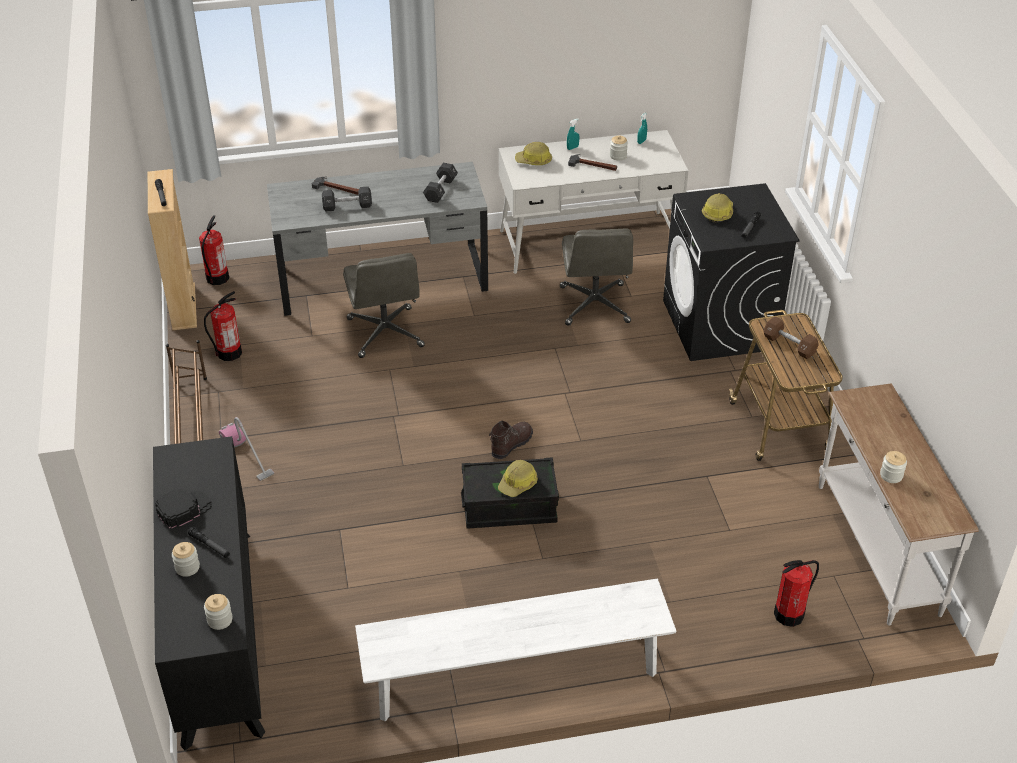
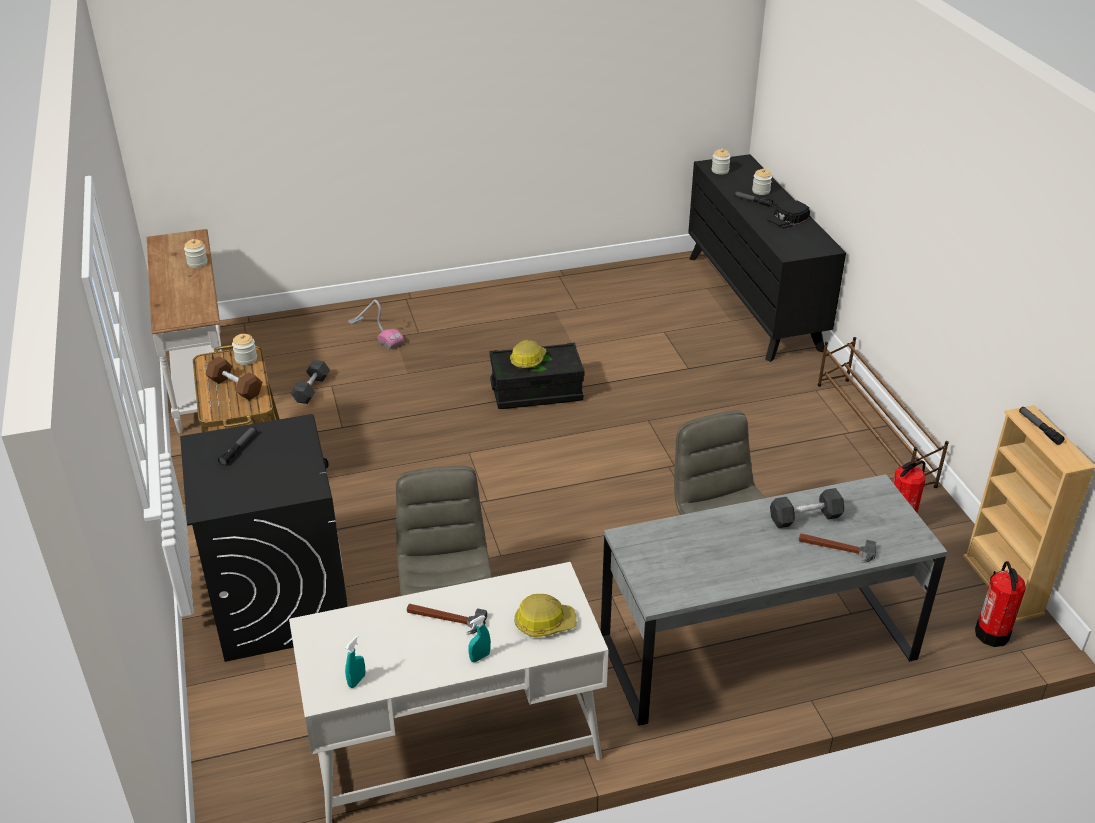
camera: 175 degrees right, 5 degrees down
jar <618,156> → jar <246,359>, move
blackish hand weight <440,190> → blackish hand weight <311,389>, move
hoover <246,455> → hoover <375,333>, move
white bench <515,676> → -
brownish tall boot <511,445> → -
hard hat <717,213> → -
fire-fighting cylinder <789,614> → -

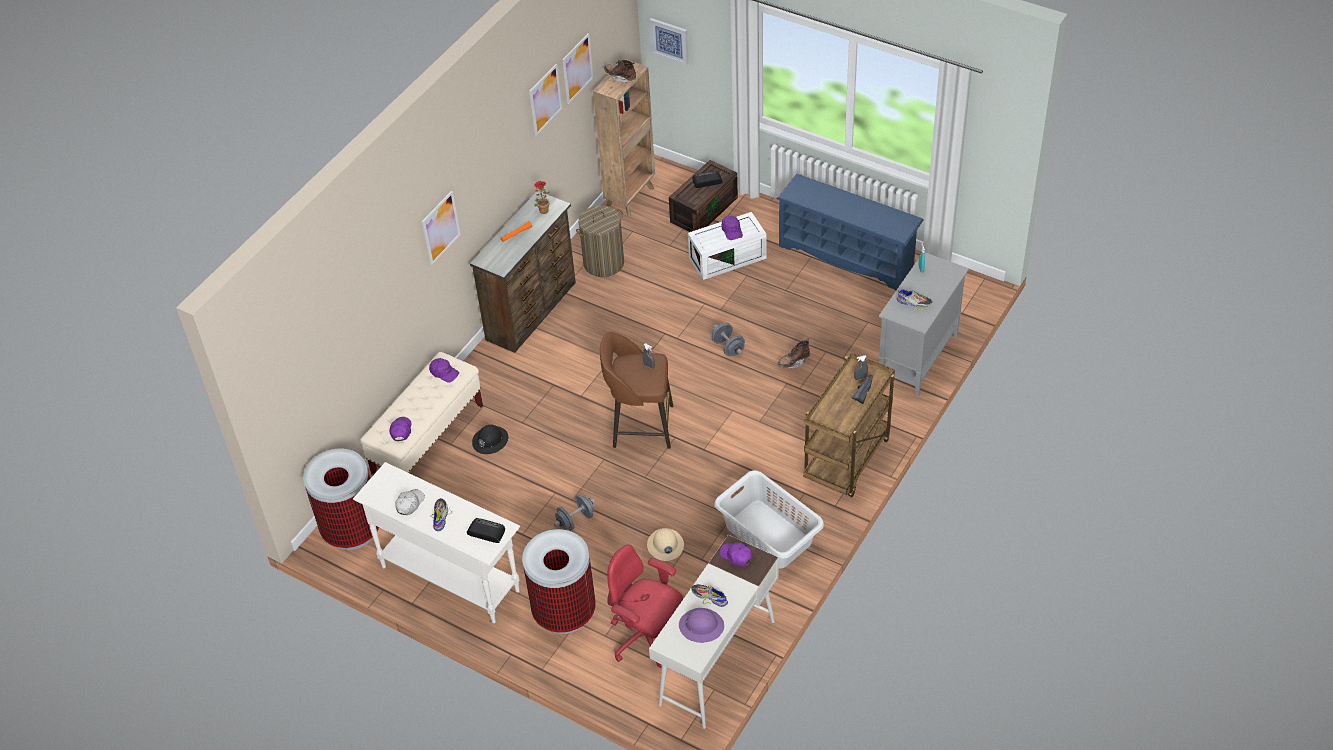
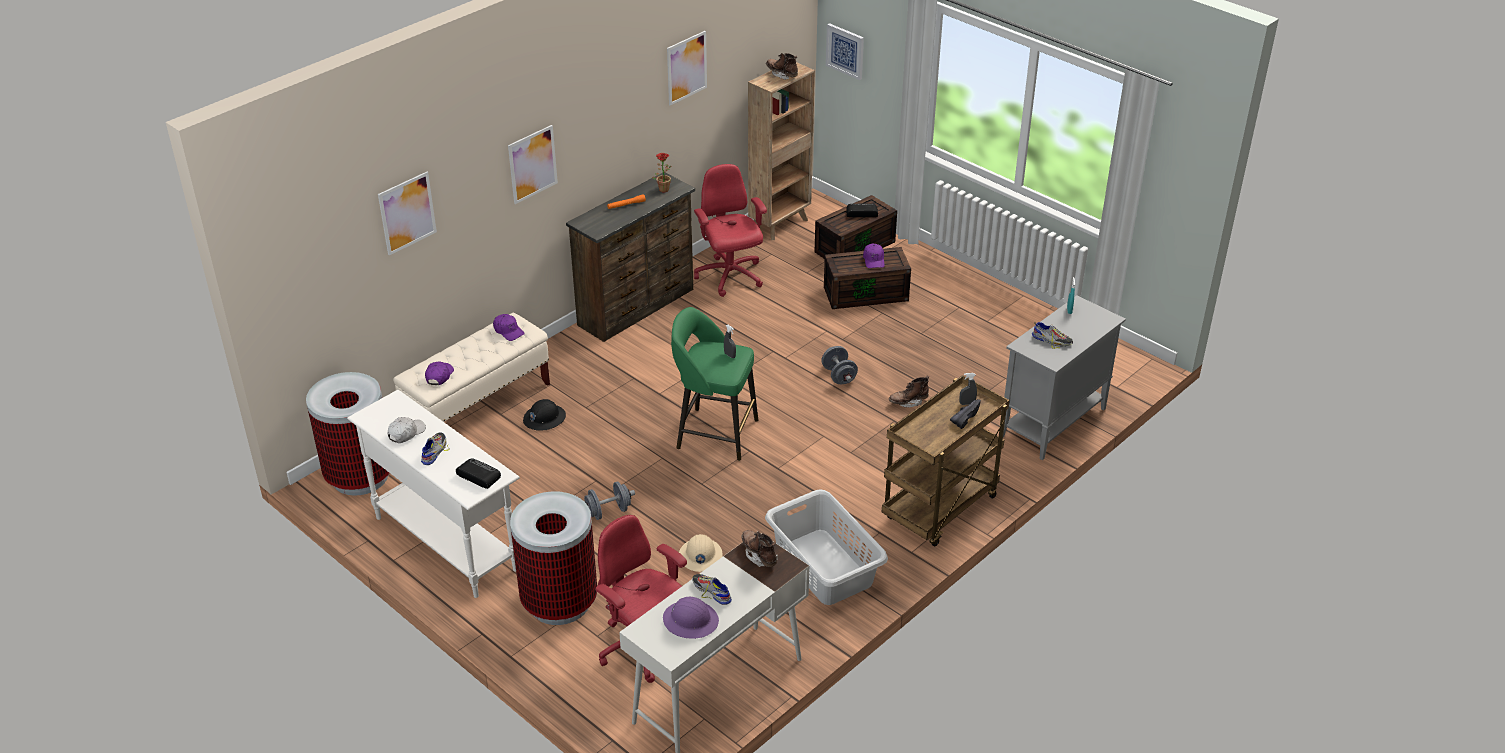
camera: 10 degrees right, 10 degrees down
picture <577,68> → picture <407,213>, move
brownish sitting stool <640,426> → green-coloured sitting stool <714,433>
hamper <604,263> → red computer chair <730,277>
purplish peaked cap <736,556> → brownish tall boot <759,555>
white storage box <728,257> → brownish storage box <866,293>
blue shoe shelf <848,256> → -

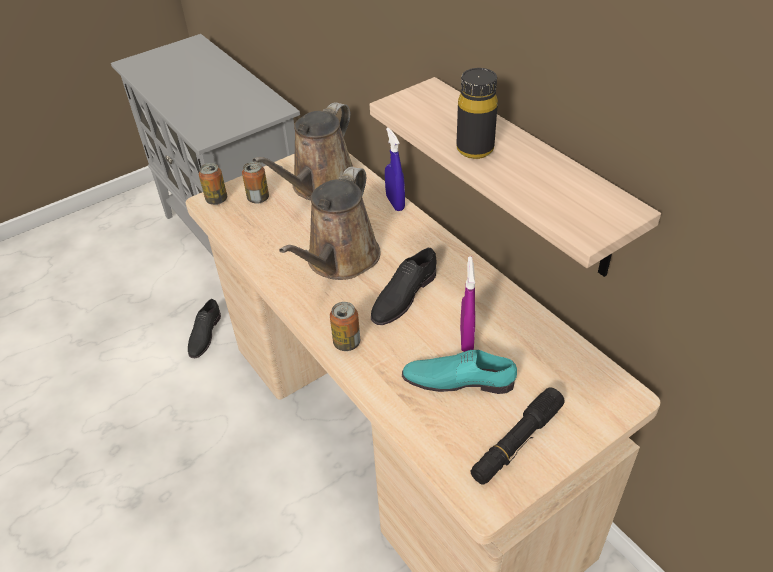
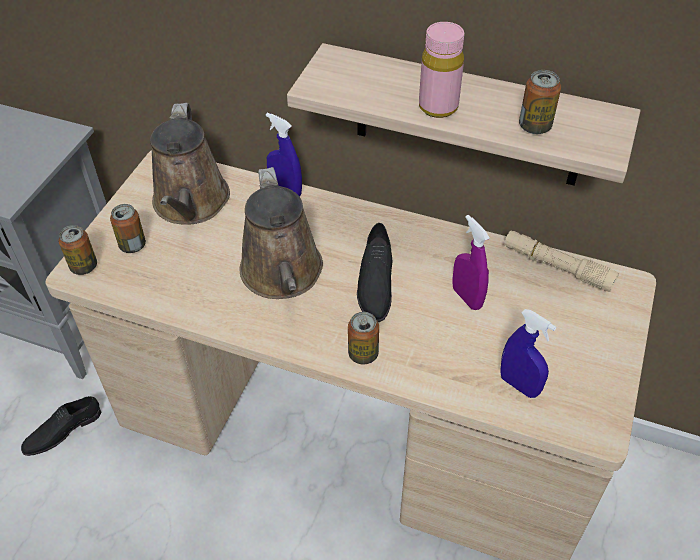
camera: 35 degrees left, 5 degrees up
blackish shoe <204,334> → blackish shoe <62,430>, 75 degrees clockwise
blackish beverage bottle <475,149> → pink beverage bottle <438,107>
- → blue spray bottle <519,385>
- → beige hand torch <557,267>
- → sealed can <535,126>
turquoise shoe <458,379> → -
blackish hand torch <516,442> → -

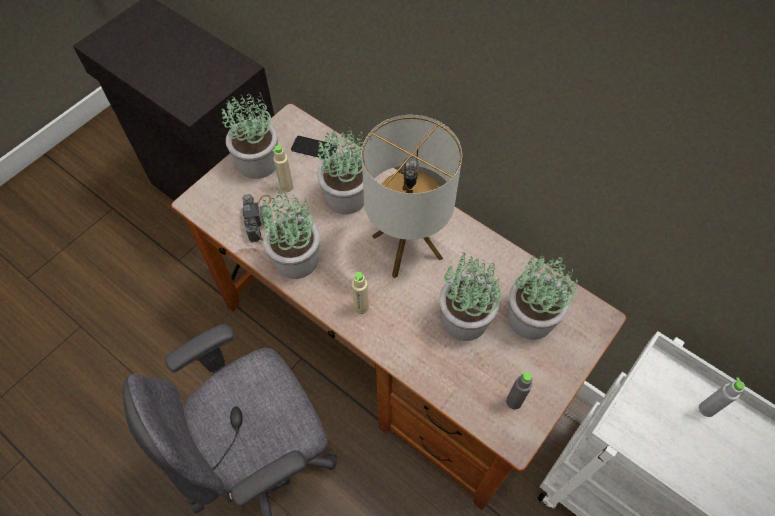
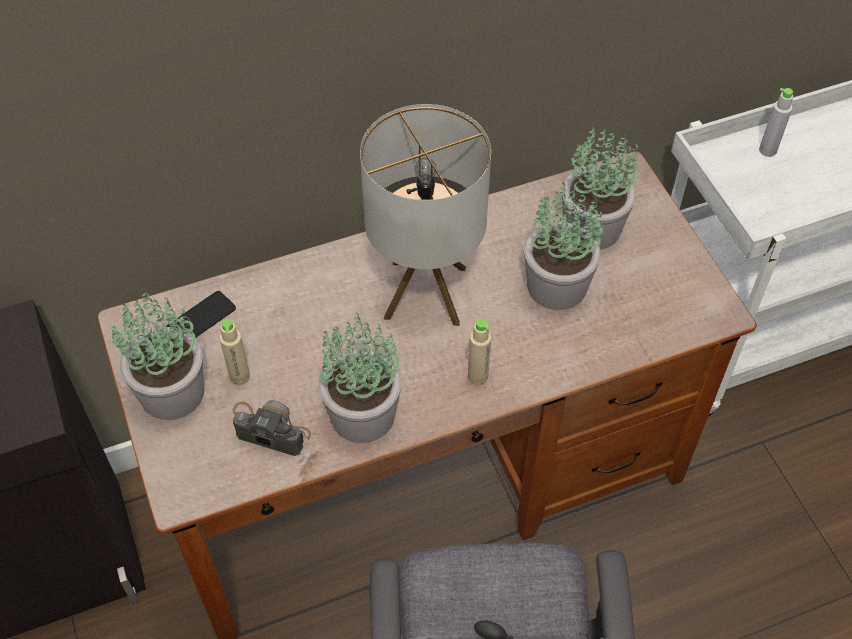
camera: 60 degrees left, 5 degrees down
potted plant <346,198> → -
gray beverage bottle <514,401> → -

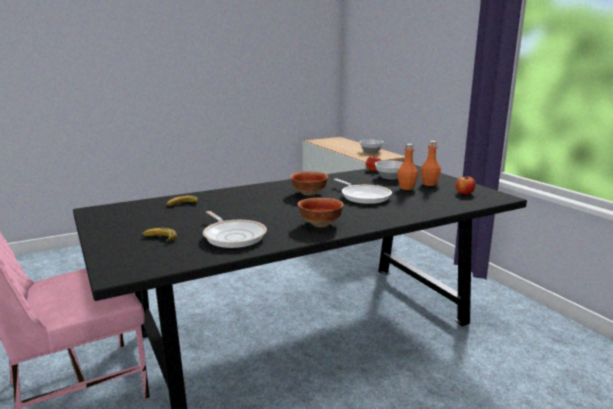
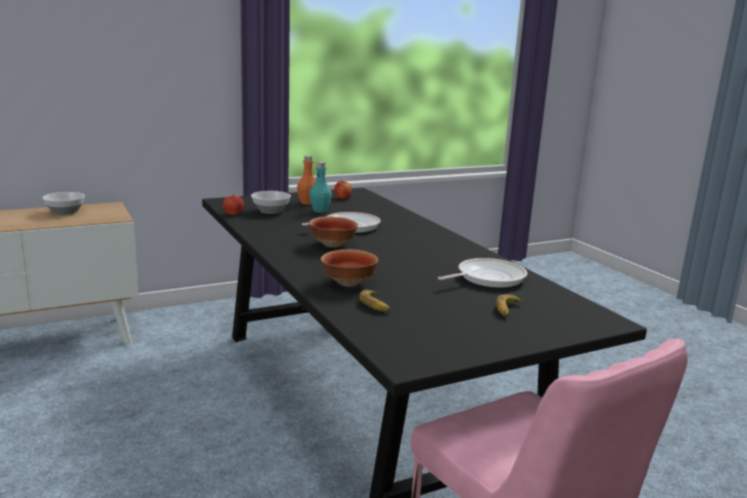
camera: 90 degrees left, 0 degrees up
orange-coloured beverage bottle <406,188> → turquoise beverage bottle <320,211>
deep dish <319,224> → deep dish <348,283>, move

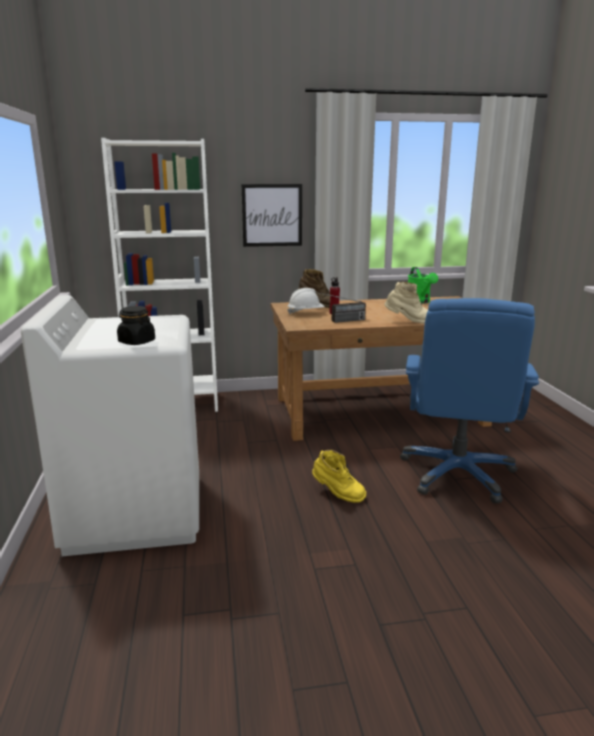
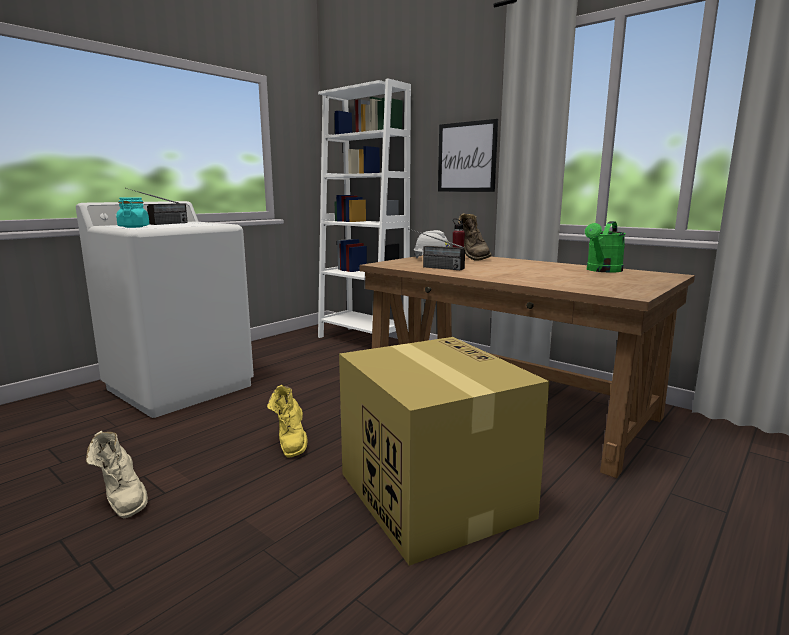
camera: 50 degrees right, 5 degrees down
beige tall boot <408,322> → beige tall boot <123,499>, move
blackish jar <136,342> → turquoise jar <134,227>
- → radio <160,224>
blue computer chair <457,474> → carton <431,493>

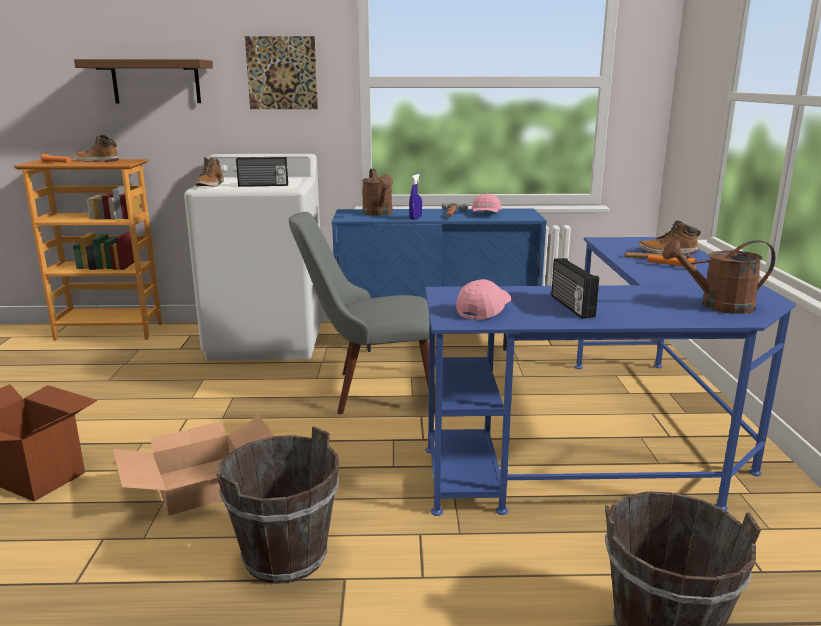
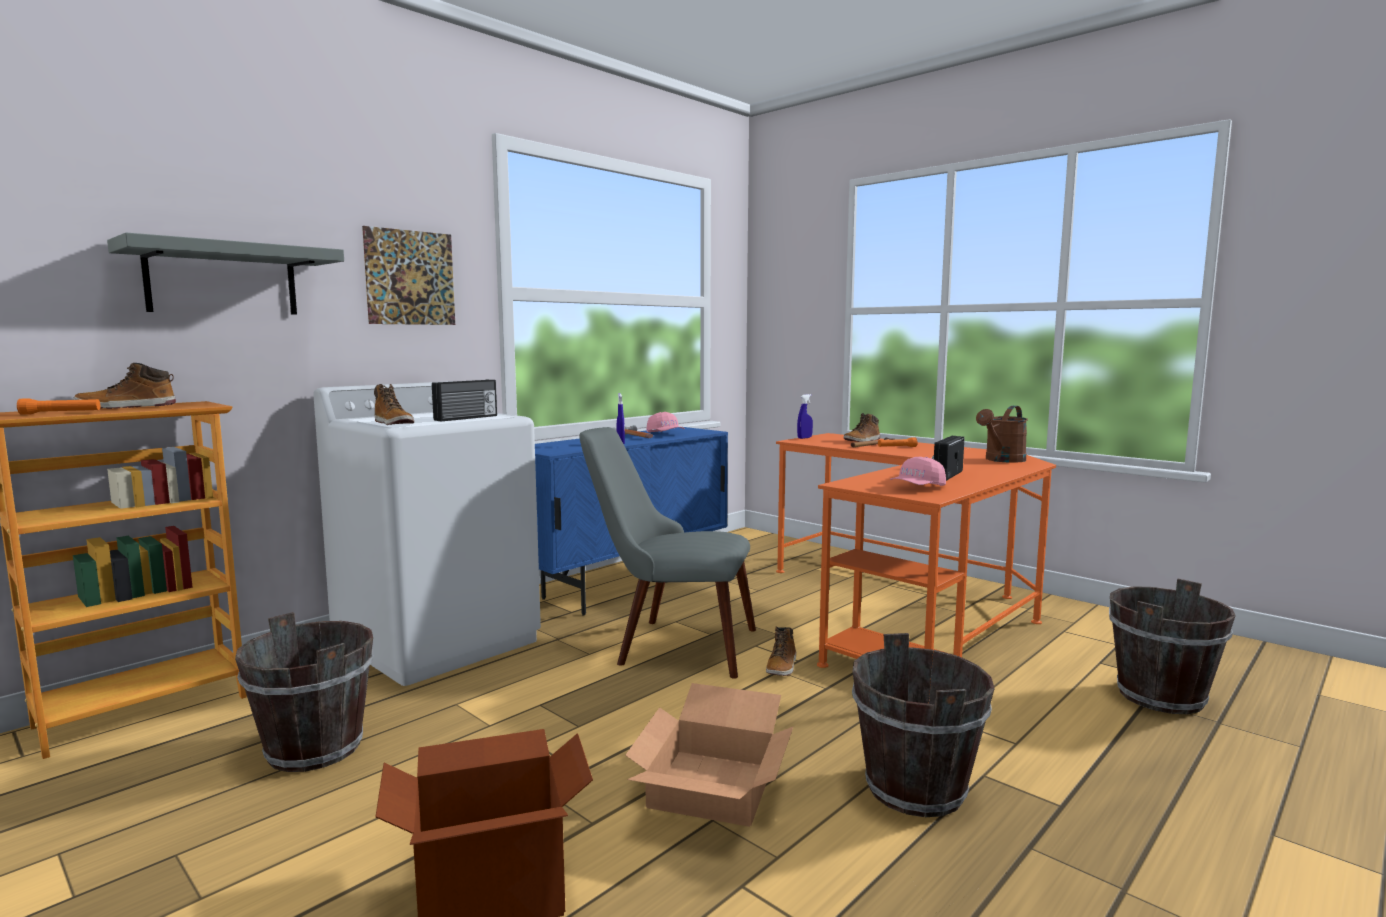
camera: 45 degrees left, 10 degrees down
brownish bracket shelf <156,82> → gray bracket shelf <222,280>
- → brownish pail <316,748>
gray plain chair <370,392> → gray plain chair <669,645>, 60 degrees clockwise
- → tall boot <782,666>
blue desk <612,441> → orange-coloured desk <908,610>
- → blue spray bottle <804,438>
pink peaked cap <484,310> → pink peaked cap <917,488>, 120 degrees counterclockwise
radio <570,306> → radio <946,475>, 90 degrees clockwise
brownish watering can <379,214> → -

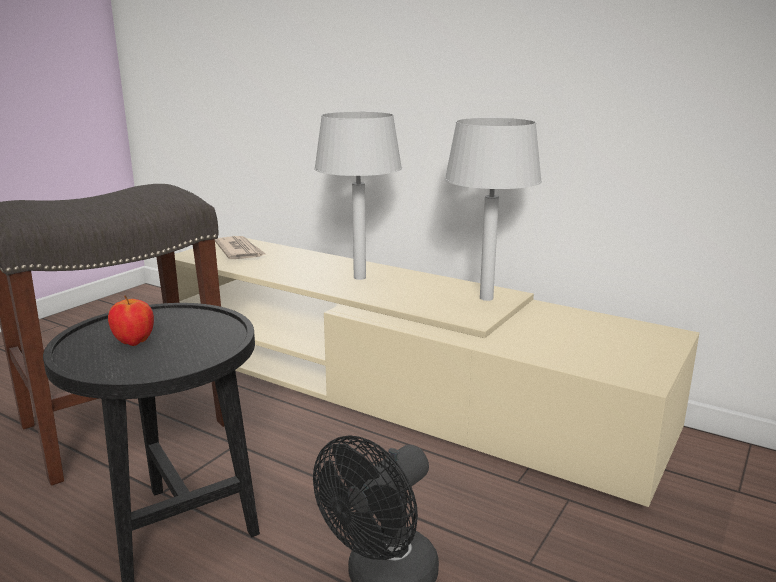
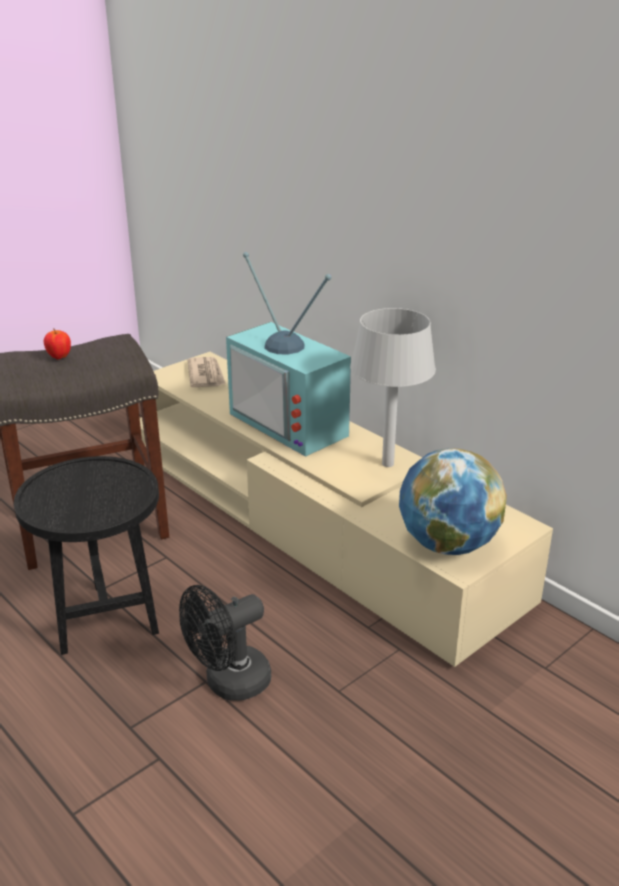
camera: 15 degrees right, 10 degrees up
apple fruit <134,342> → apple fruit <59,357>, move
gray lamp for a table <360,277> → TV set <294,423>
- → globe <447,544>

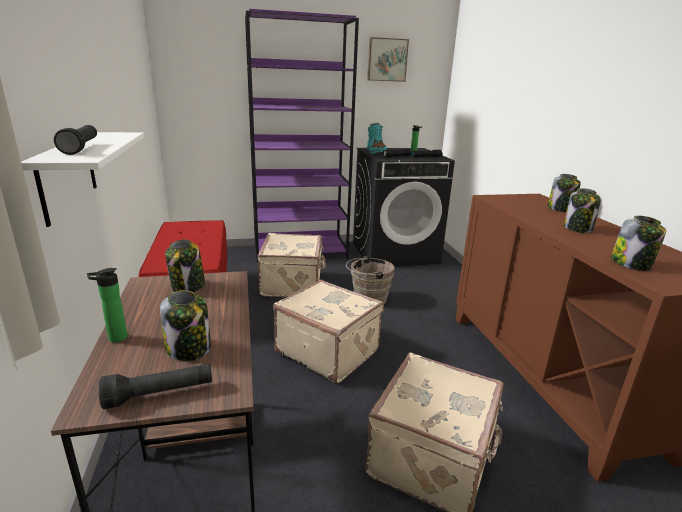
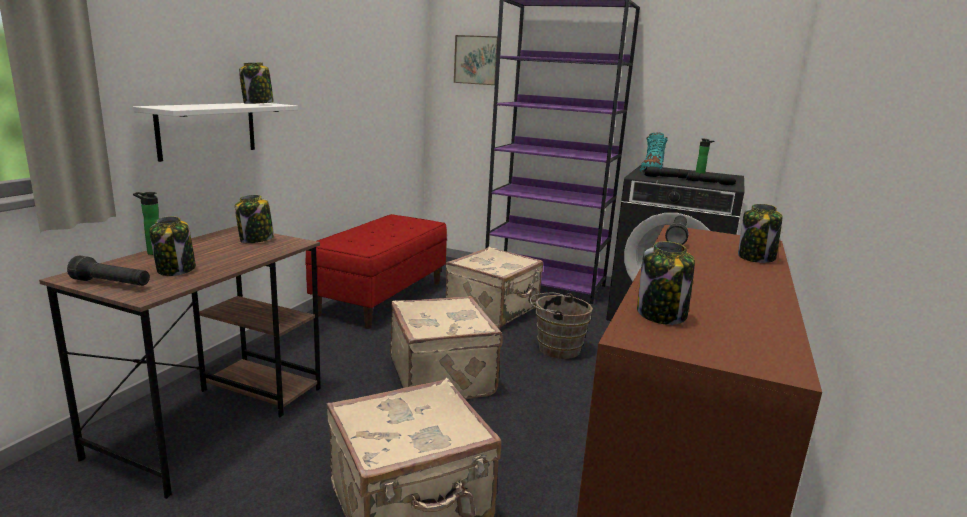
camera: 35 degrees right, 5 degrees down
jar <578,228> → jar <258,103>, move
picture <387,60> → picture <477,60>, move
blackish hand torch <81,148> → blackish hand torch <677,238>, move

